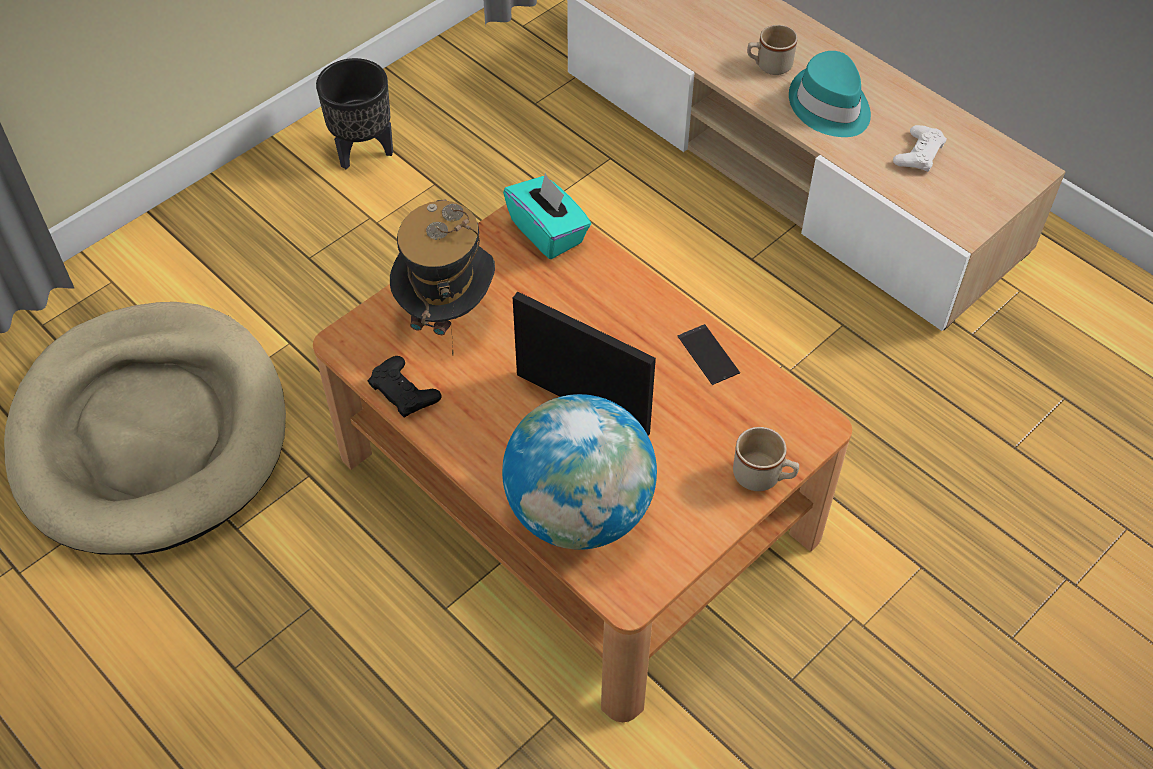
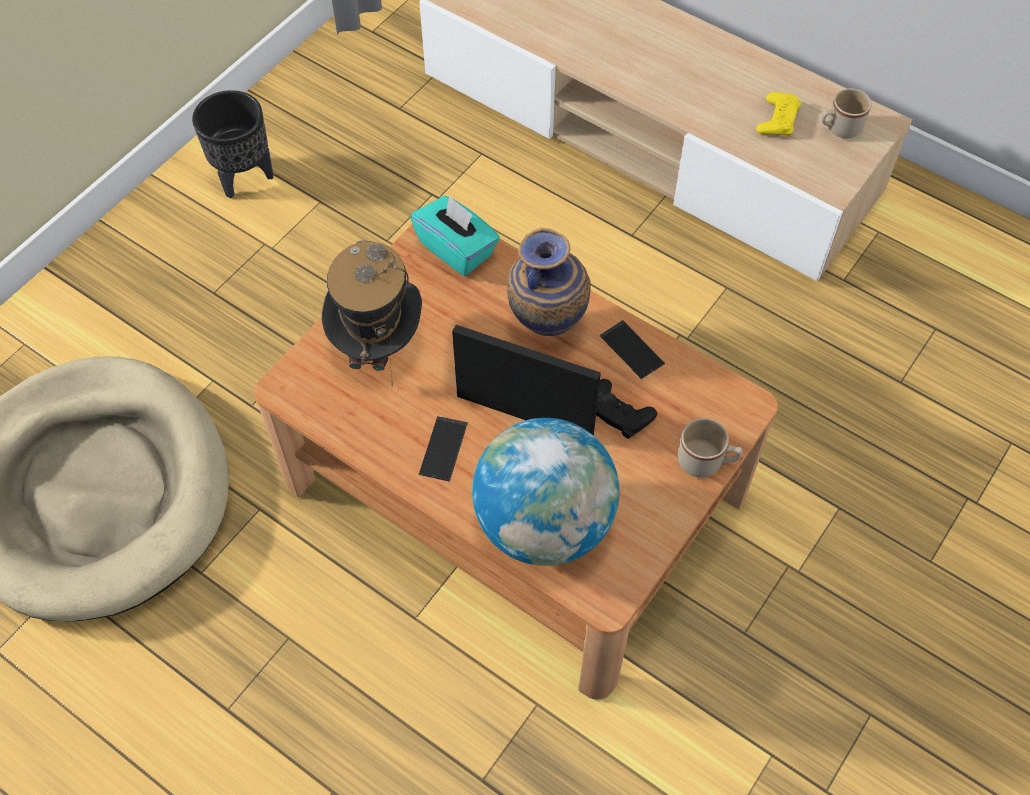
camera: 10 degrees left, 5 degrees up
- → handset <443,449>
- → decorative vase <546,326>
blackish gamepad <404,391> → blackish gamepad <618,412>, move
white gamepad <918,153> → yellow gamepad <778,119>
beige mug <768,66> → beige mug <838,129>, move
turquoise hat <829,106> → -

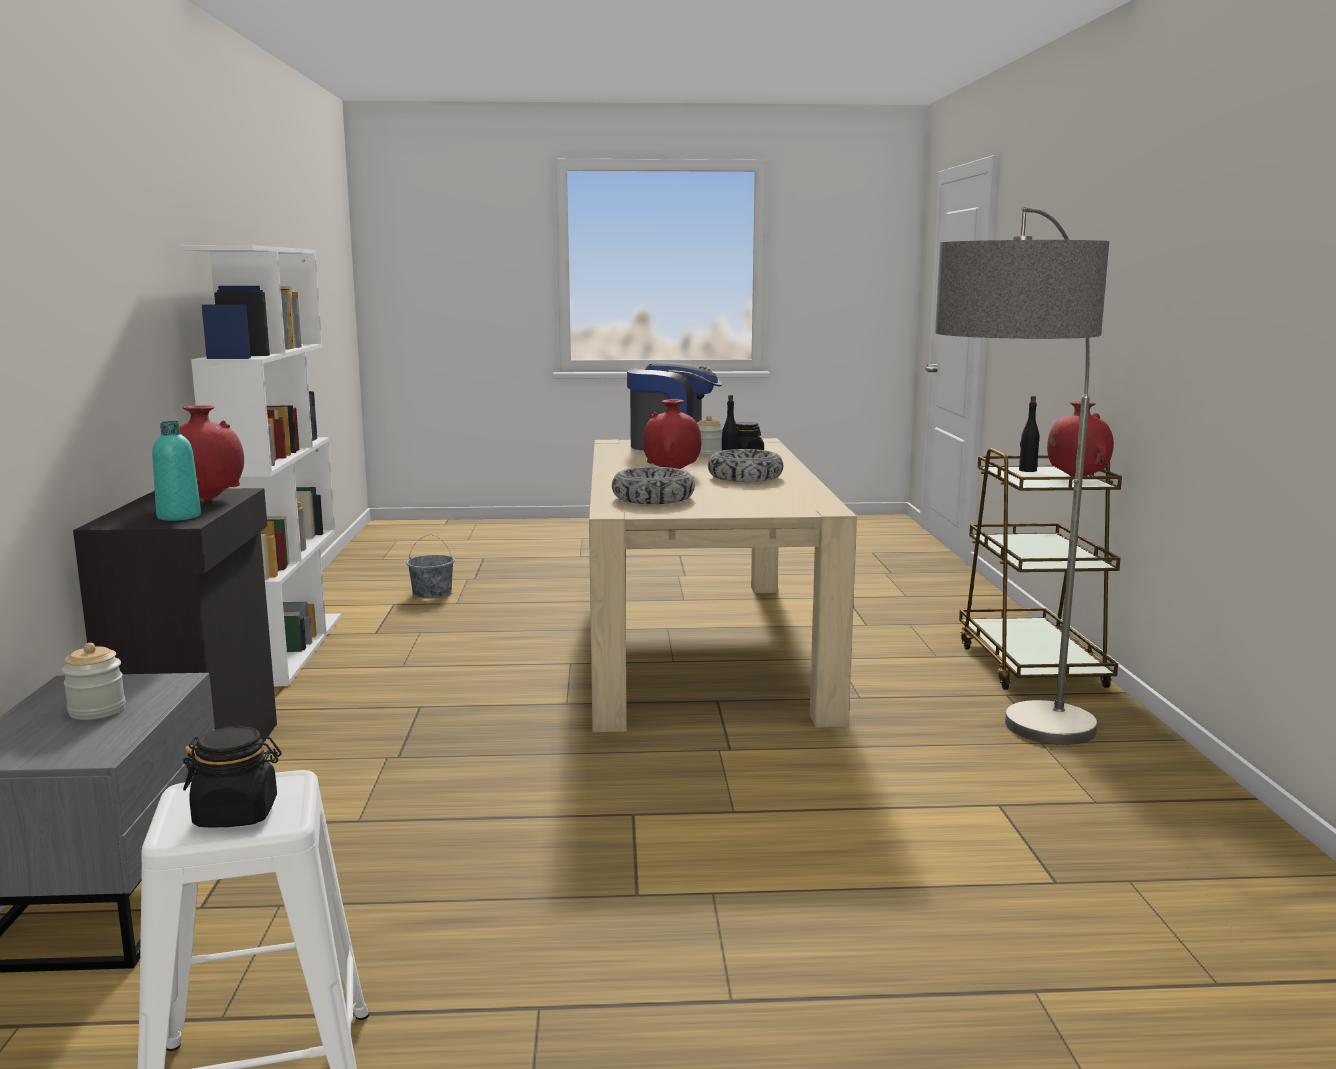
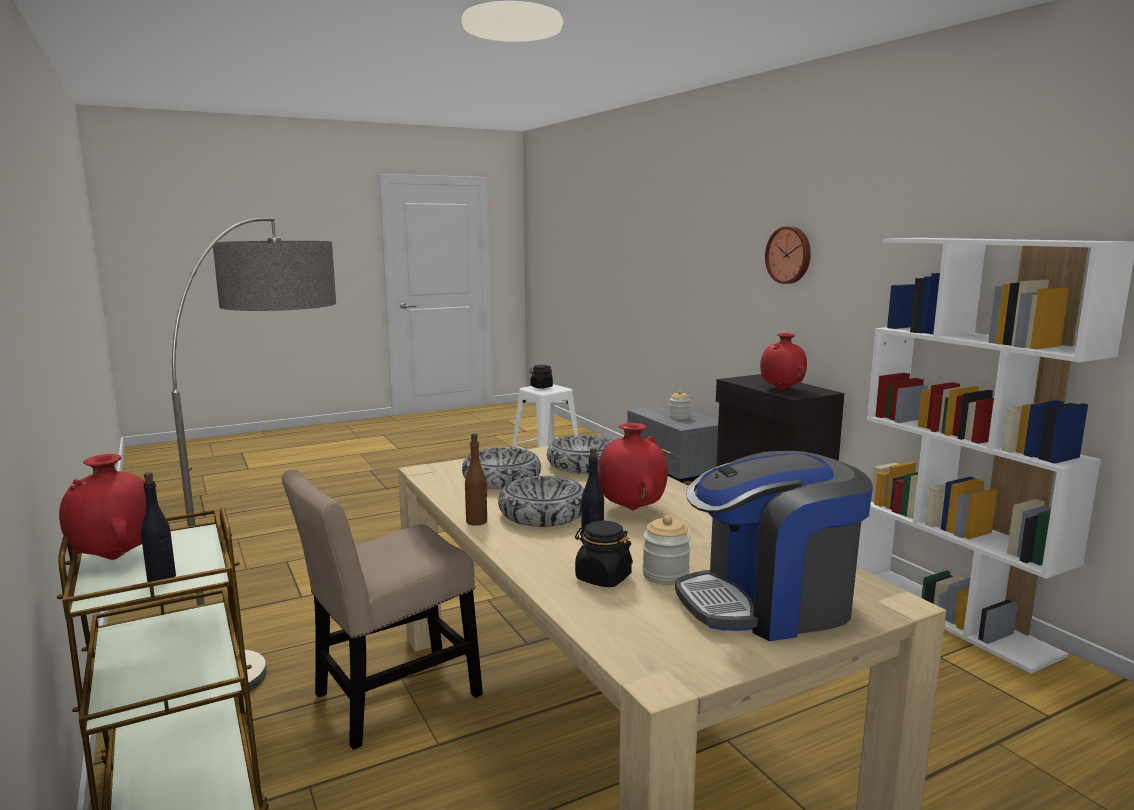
camera: 155 degrees right, 0 degrees up
- → beige plain chair <390,699>
- → deep dish <502,480>
- → brownish beverage bottle <477,521>
- → clock on the wall <789,255>
turquoise beverage bottle <179,516> → -
gray pail <431,593> → -

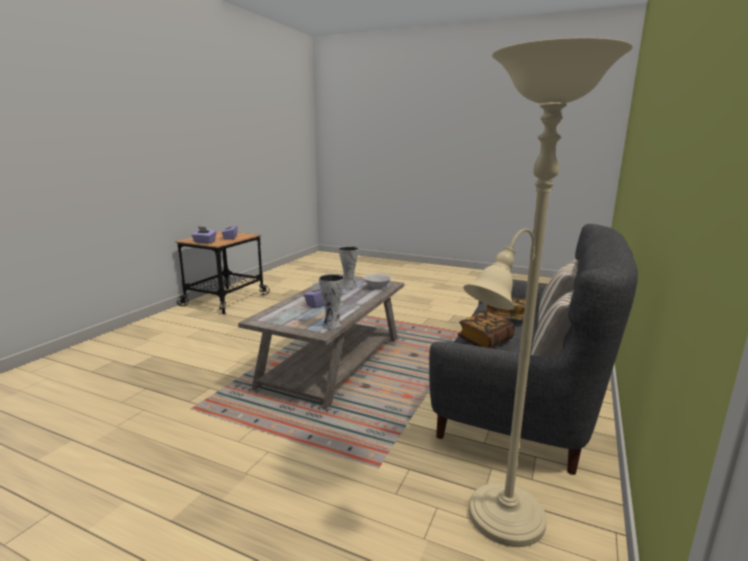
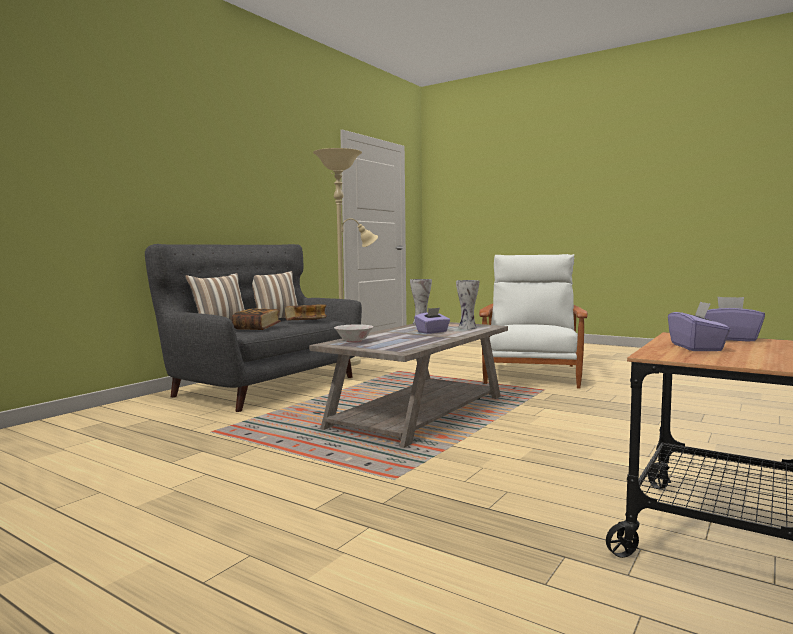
camera: 170 degrees left, 10 degrees down
decorative vase <348,286> → decorative vase <468,328>, move
- → white armchair <531,375>

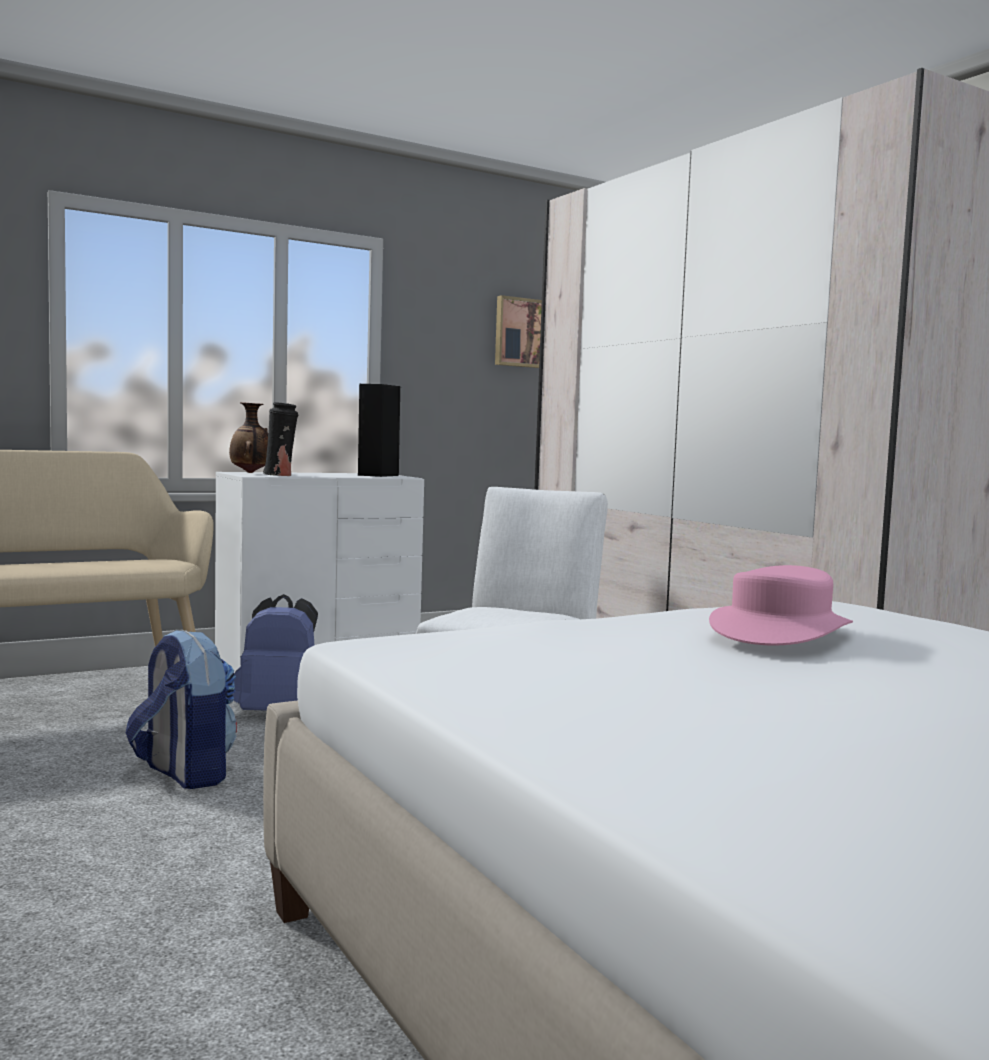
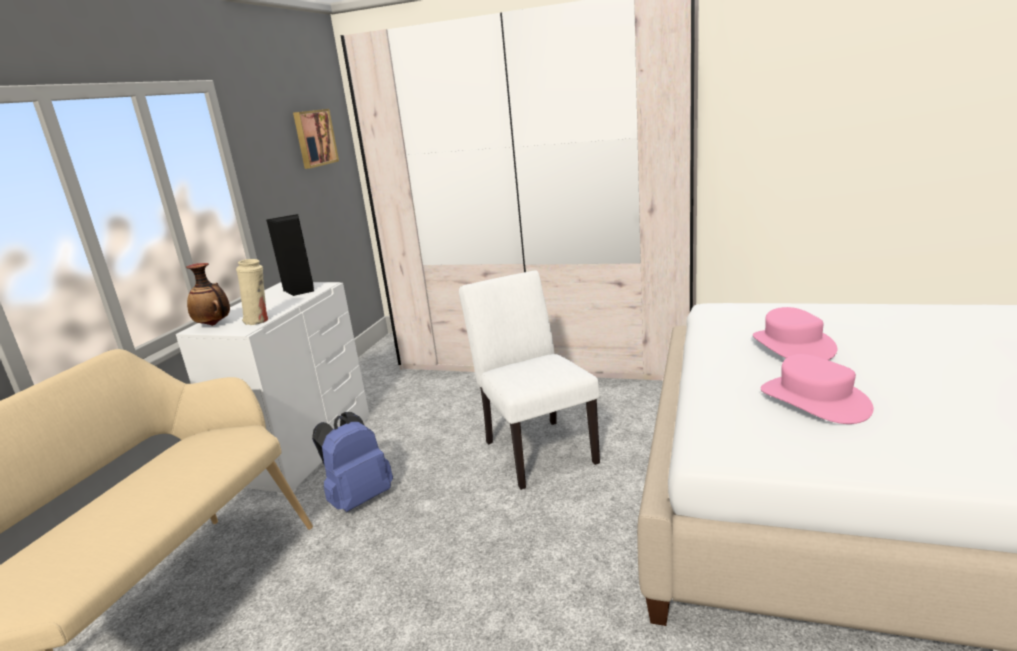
camera: 40 degrees left, 15 degrees up
blackish decorative vase <280,475> → beige decorative vase <259,321>
- → pink hat <814,400>
rucksack <184,773> → -

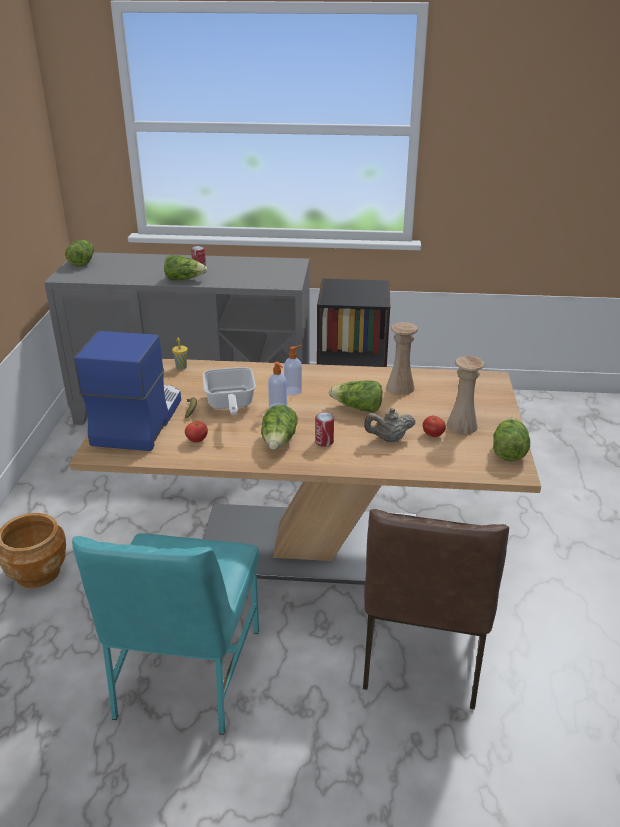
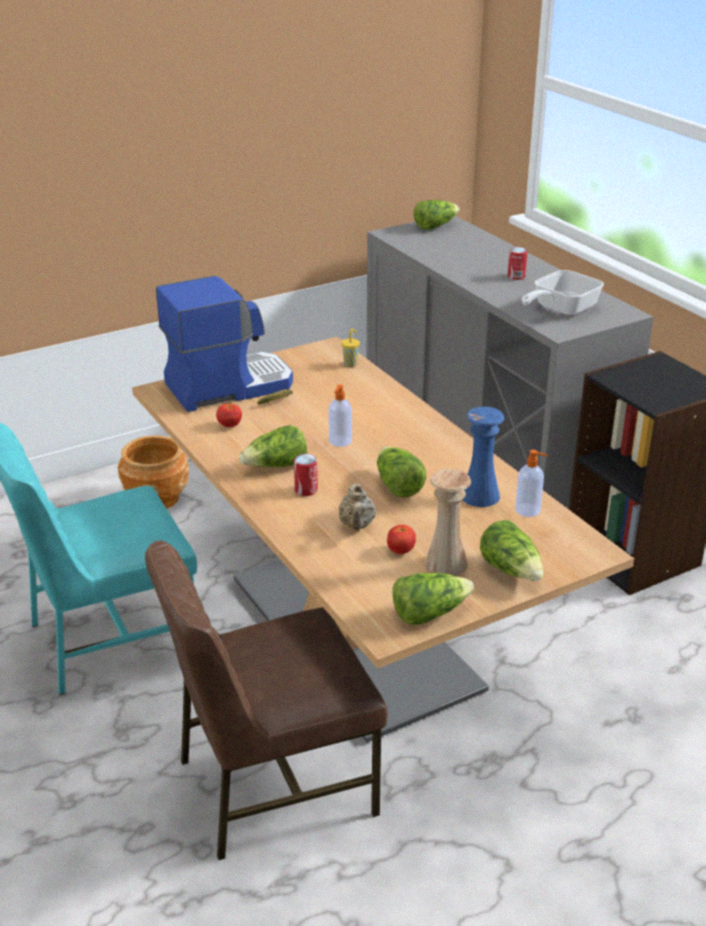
camera: 55 degrees right, 0 degrees up
beige pot for tea <389,439> → beige pot for tea <357,526>, 135 degrees counterclockwise
beige decorative vase <400,387> → blue decorative vase <480,496>
head of lettuce <184,279> → head of lettuce <511,570>, move
liquid soap bottle <293,391> → liquid soap bottle <528,510>, move
skillet <229,405> → skillet <560,309>, move

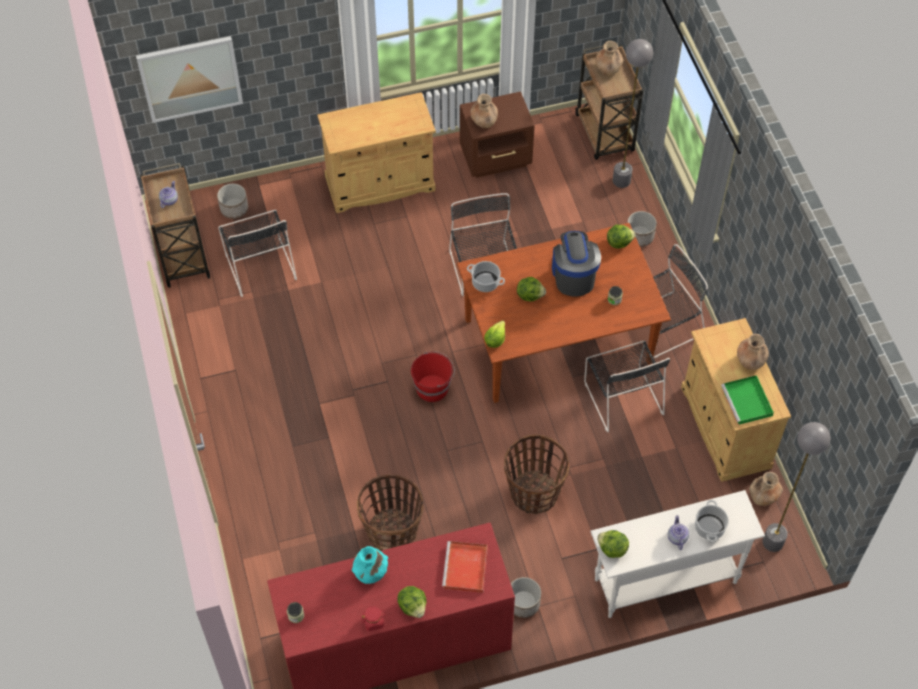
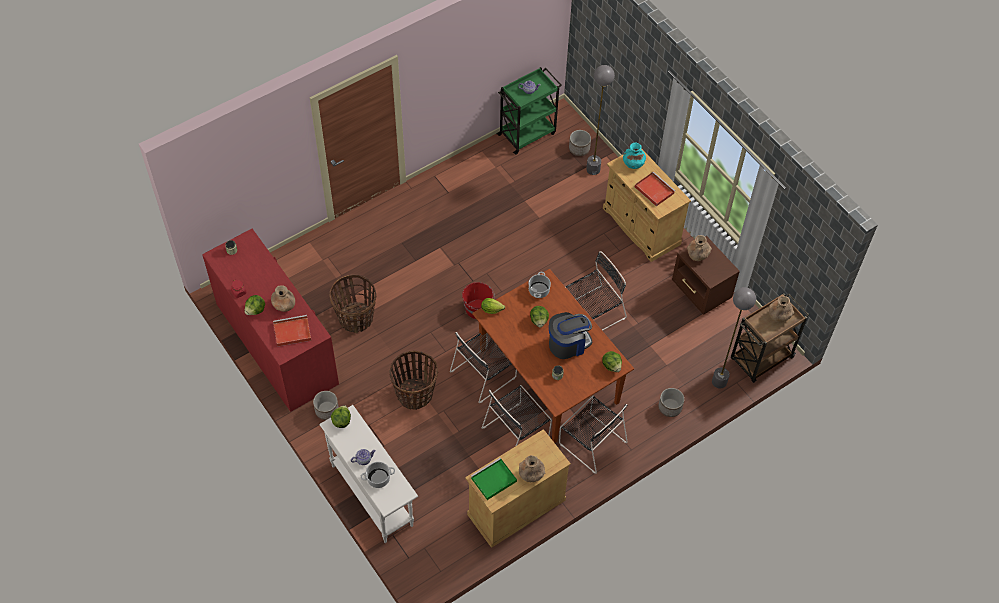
camera: 70 degrees right, 0 degrees up
brownish decorative vase <763,496> → brownish decorative vase <284,305>, move
blackish plain chair <260,264> → blackish plain chair <484,373>, move
brownish trolley <182,255> → green-coloured trolley <527,133>
gray standard lamp <772,542> → gray standard lamp <593,169>, move
turquoise decorative vase <370,572> → turquoise decorative vase <633,164>, move
- → red tray <653,189>
picture <190,78> → -

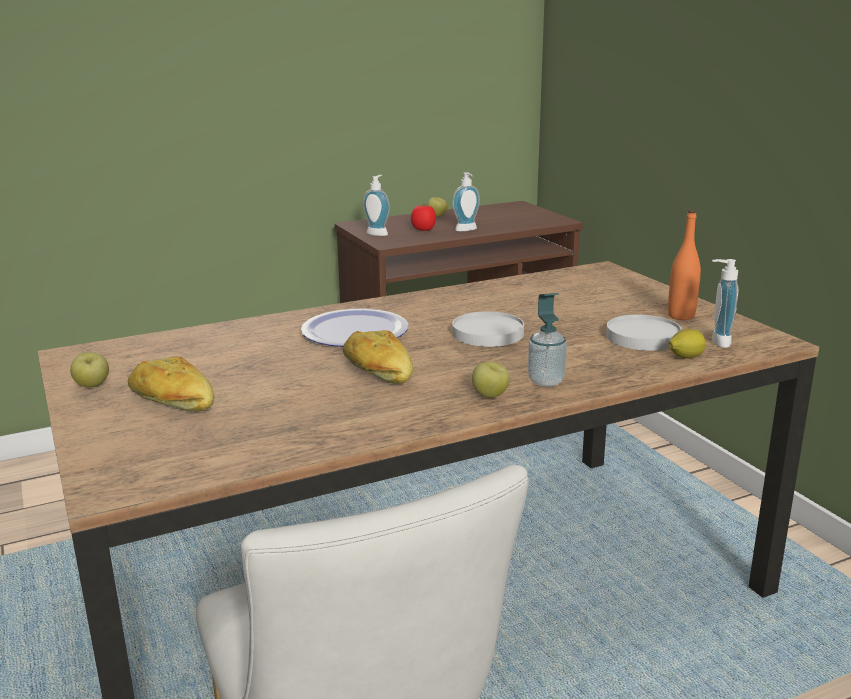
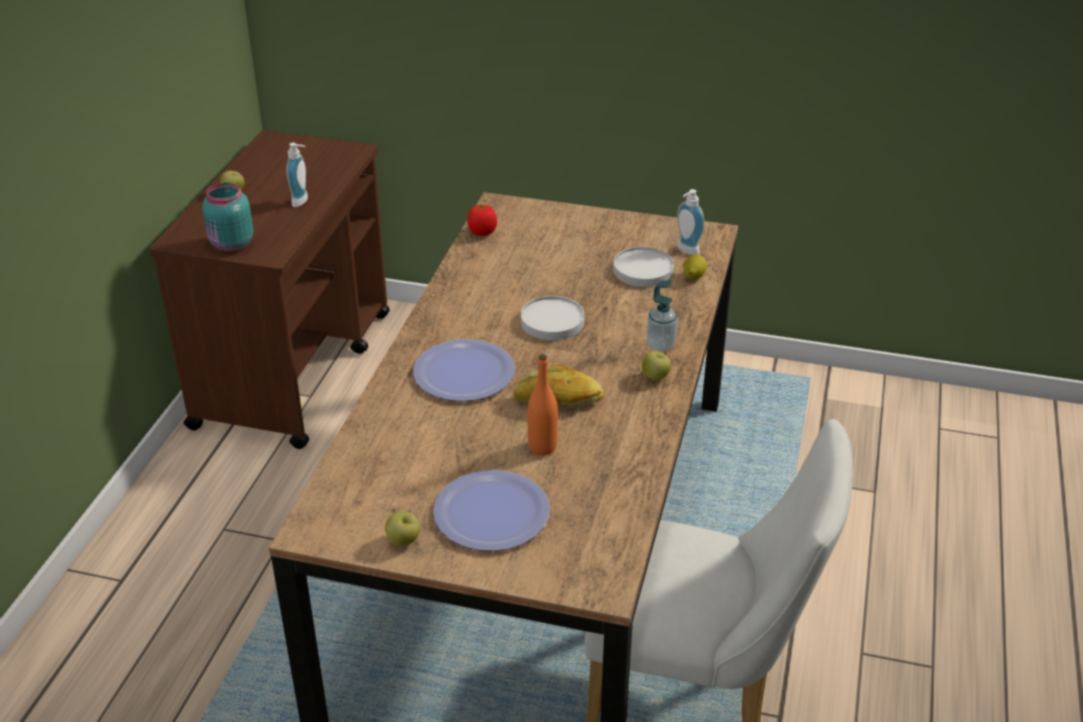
camera: 50 degrees left, 15 degrees up
liquid soap bottle <378,233> → turquoise jar <231,244>
bread <172,403> → flat dish <492,512>
fresh tomato <424,229> → fresh tomato <482,232>, move
orange-coloured beverage bottle <681,316> → orange-coloured beverage bottle <542,447>, move

